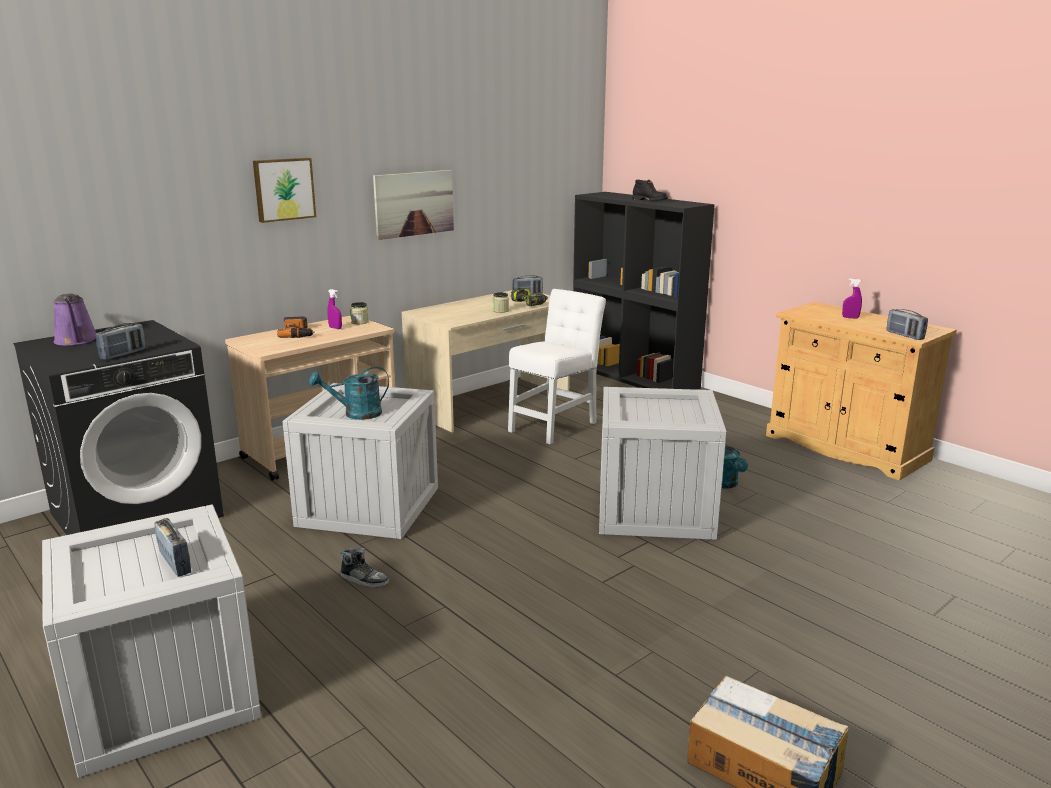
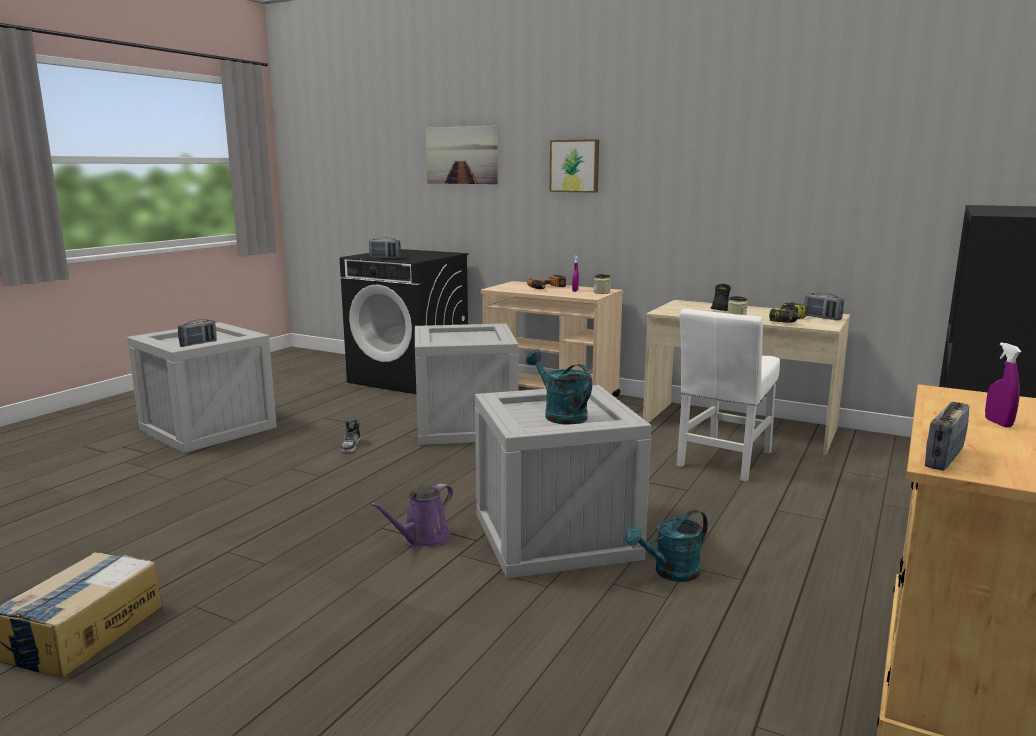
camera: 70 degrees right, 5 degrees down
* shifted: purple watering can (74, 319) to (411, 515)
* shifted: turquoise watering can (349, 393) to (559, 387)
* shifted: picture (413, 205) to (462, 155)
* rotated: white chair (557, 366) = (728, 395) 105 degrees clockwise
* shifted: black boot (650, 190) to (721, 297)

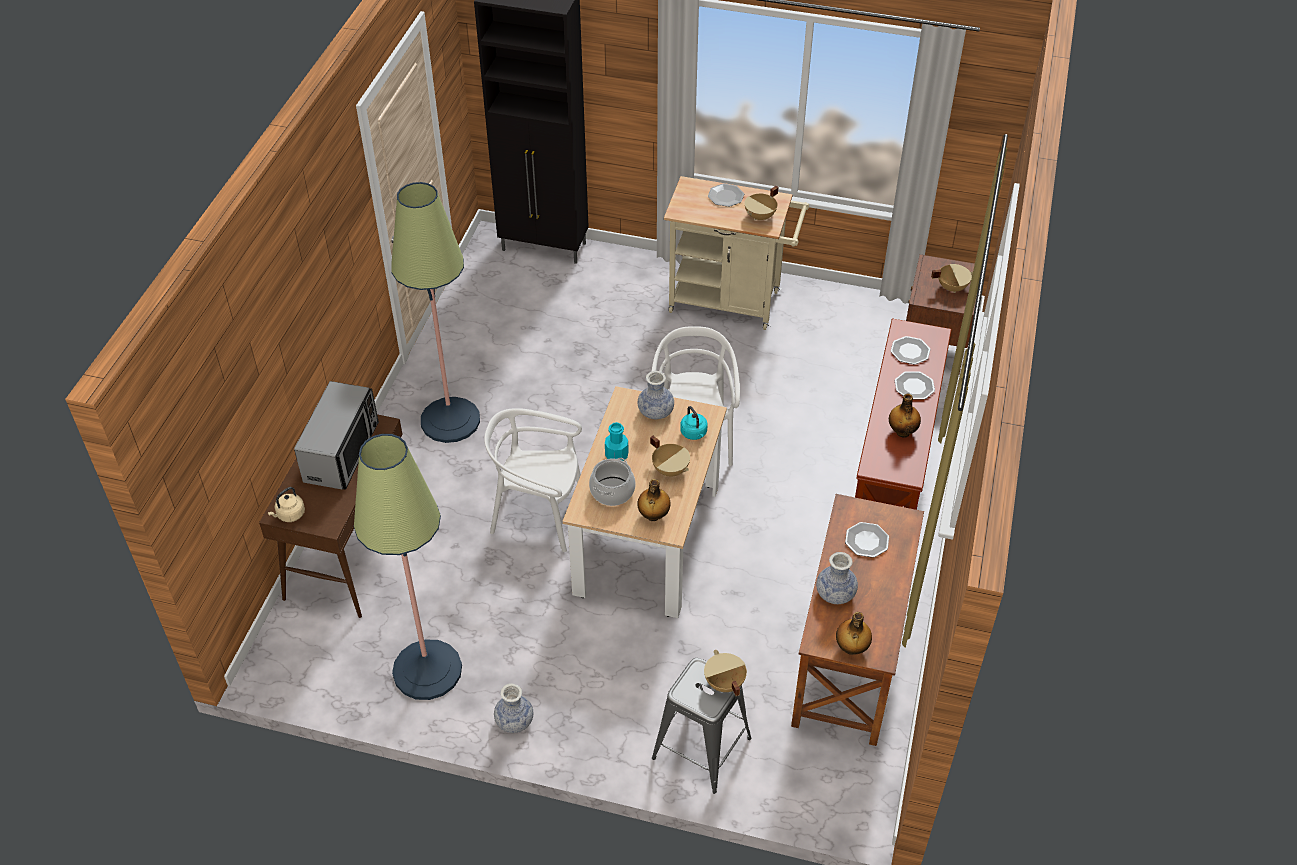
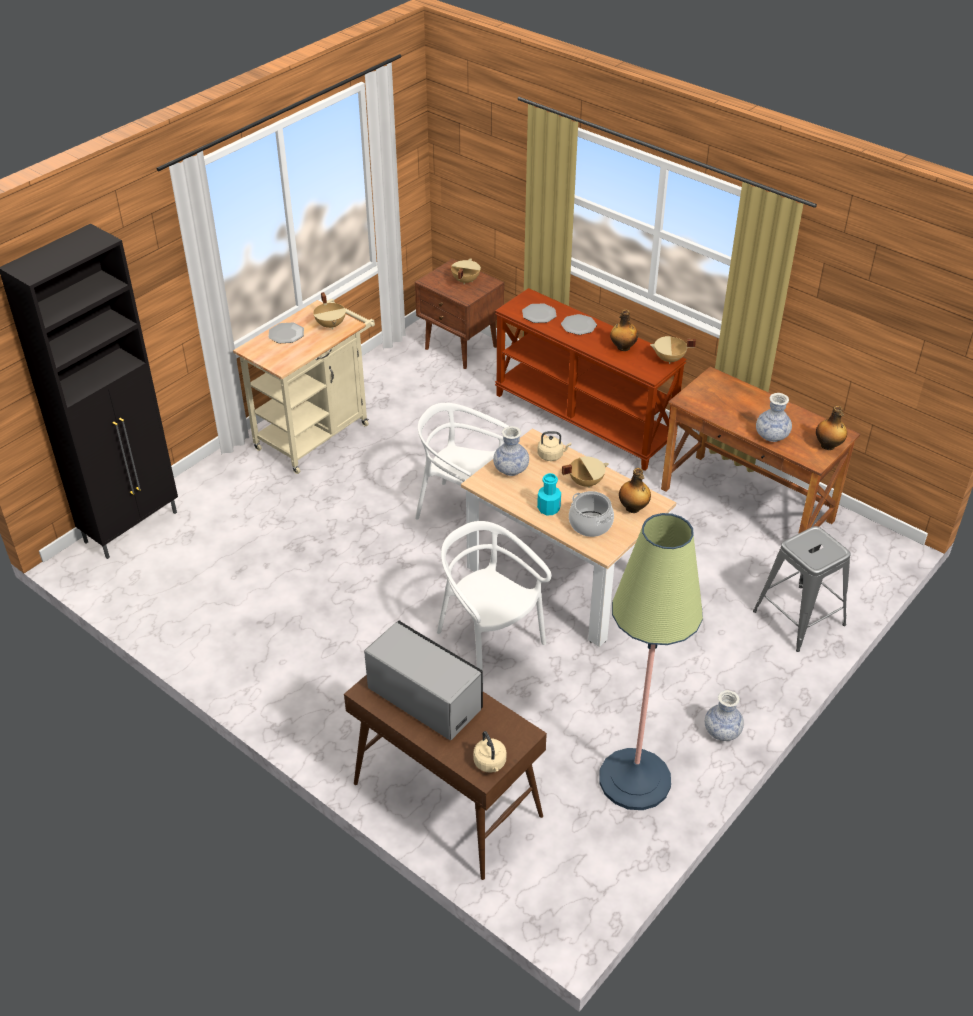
camera: 65 degrees left, 5 degrees down
* gone: floor lamp (435, 312)
* rotated: white chair (533, 480) = (494, 595) 105 degrees clockwise
* repainted: turquoise kettle (693, 423) to beige kettle (554, 446)
* shifted: beige cooking pot (725, 673) to (673, 350)
* gone: plate (867, 539)

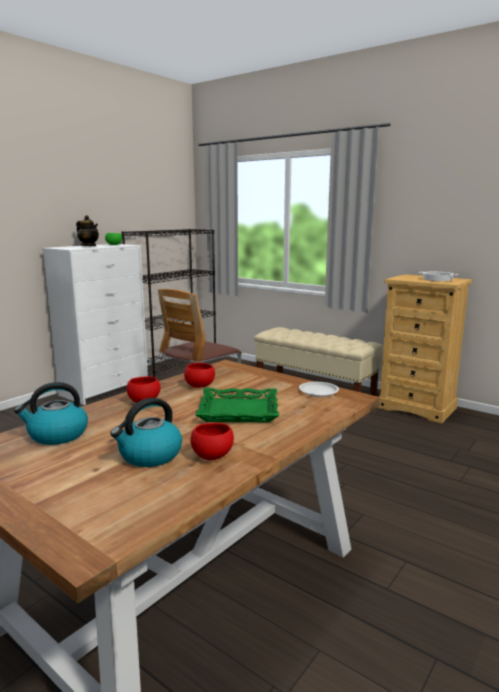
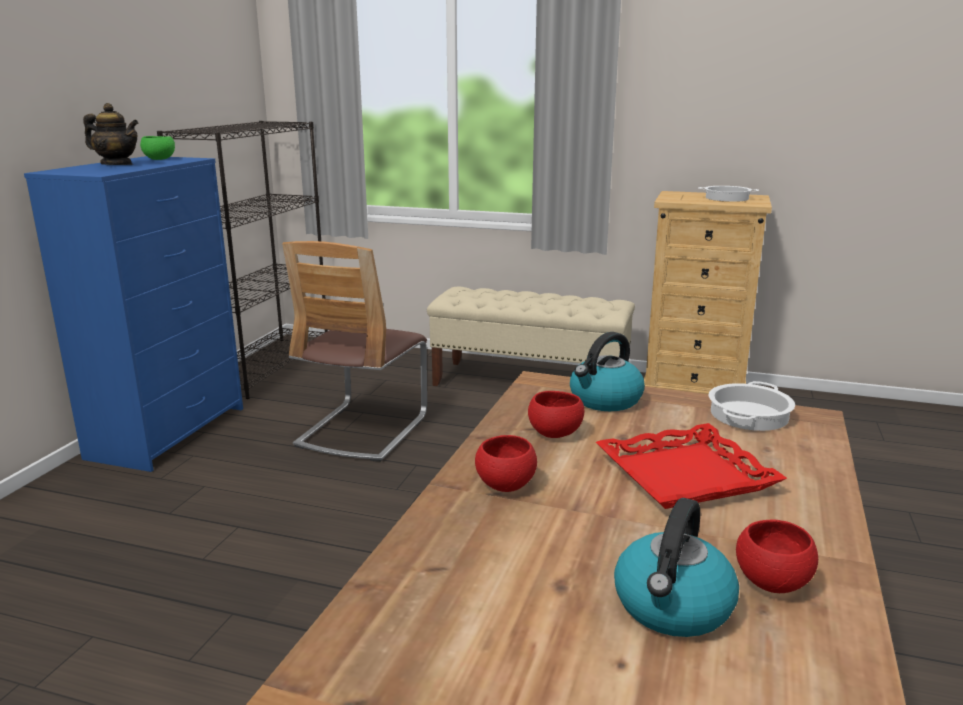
camera: 20 degrees left, 5 degrees up
* shifted: kettle (51, 413) to (607, 371)
* repainted: white dresser (95, 324) to blue dresser (133, 314)
* repainted: green tray (237, 405) to red tray (691, 466)
* swapped: white plate (319, 389) to cooking pot (752, 406)

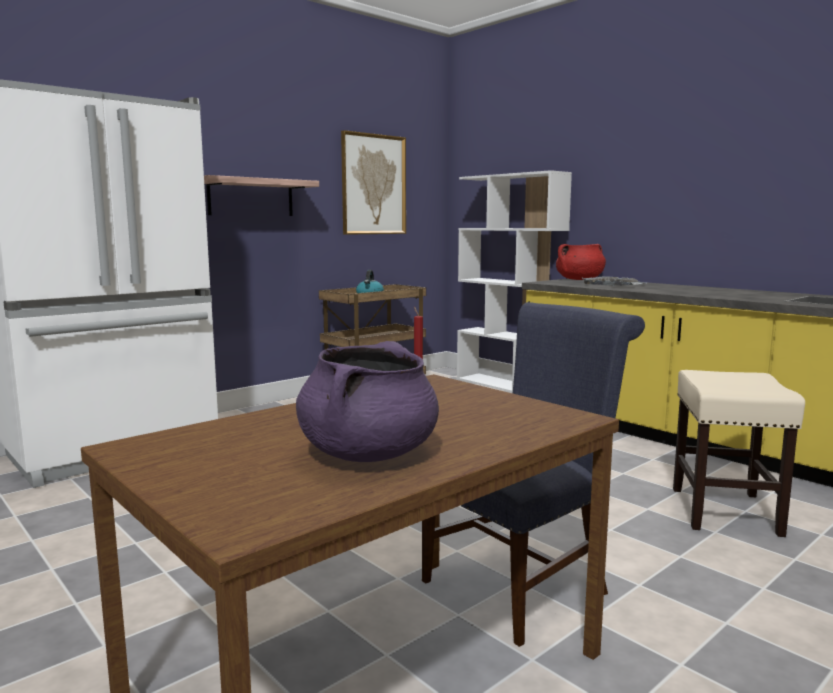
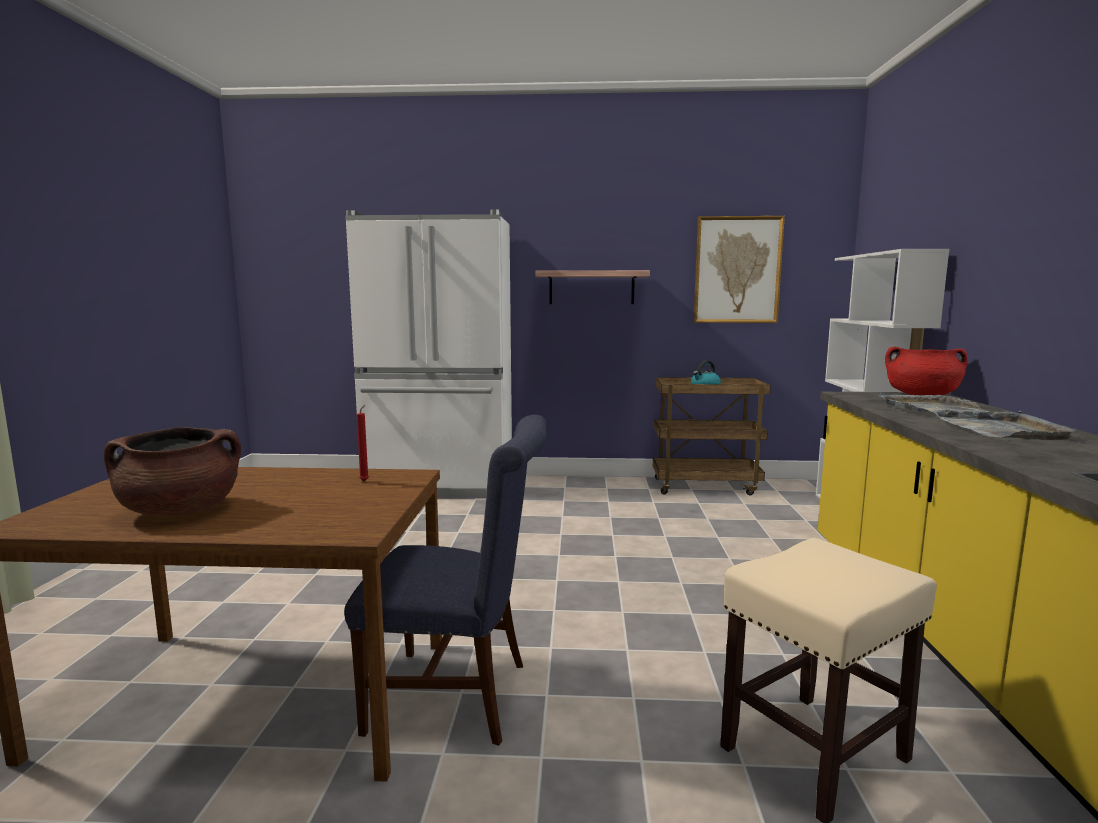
camera: 45 degrees right, 0 degrees up
* repainted: purple cooking pot (367, 401) to brown cooking pot (172, 471)
* new: grey tray (1004, 424)

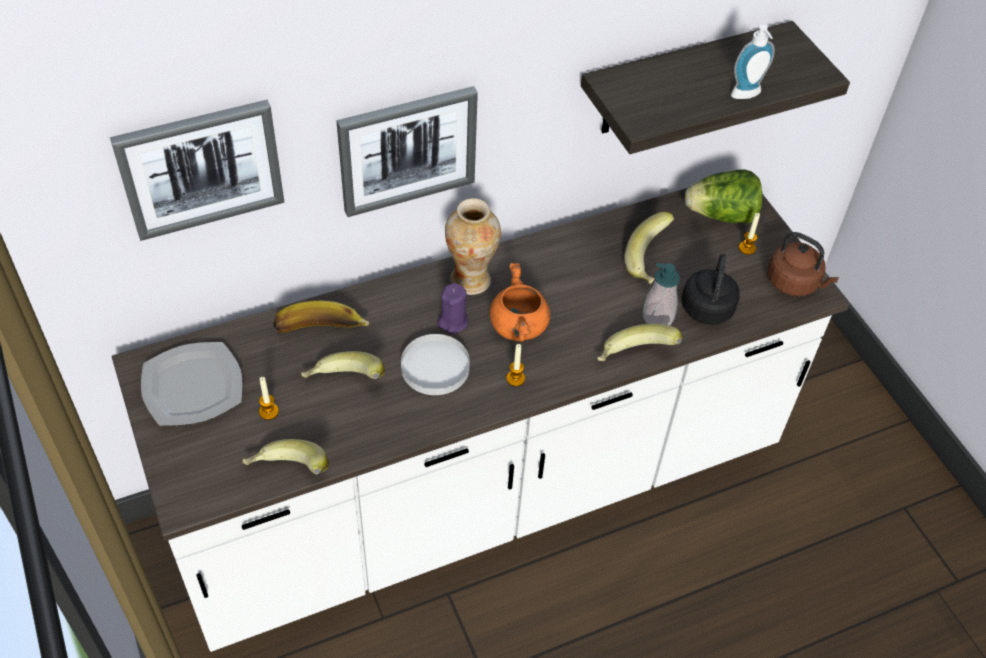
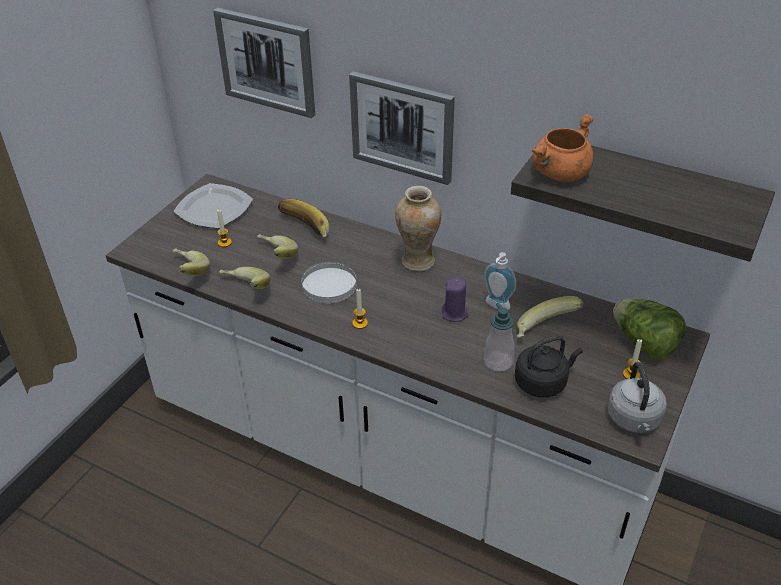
camera: 55 degrees right, 10 degrees down
* shifted: purple candle (452, 308) to (455, 300)
* shifted: orange cooking pot (520, 302) to (563, 148)
* shifted: banana (640, 342) to (245, 278)
* shifted: soap dispenser (753, 61) to (500, 281)
* repainted: brown kettle (803, 264) to grey kettle (637, 397)

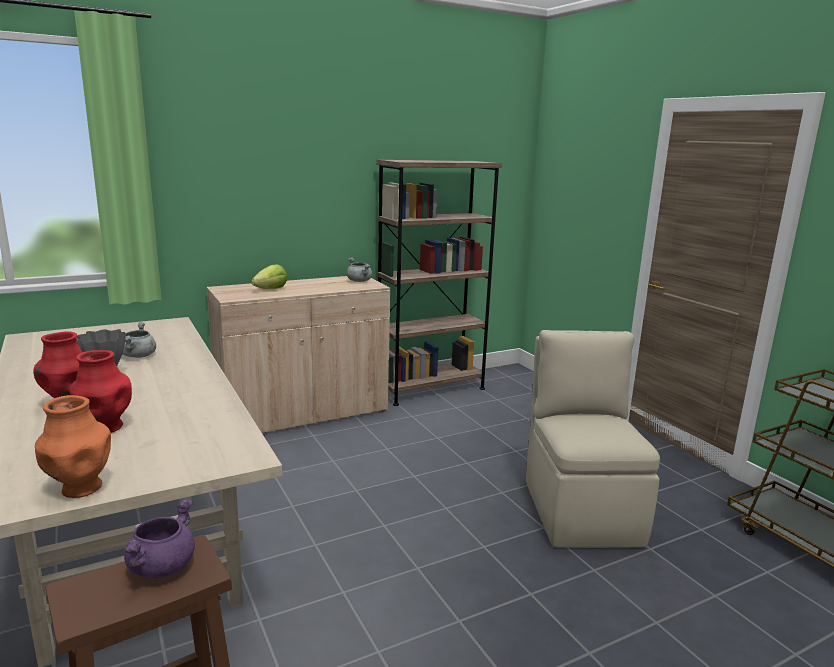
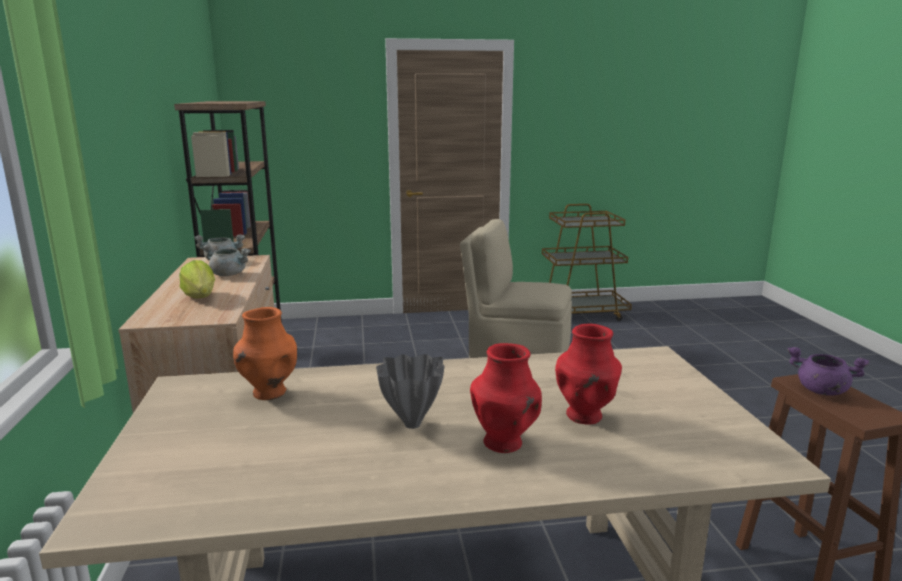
camera: 70 degrees left, 0 degrees up
* shifted: orange vase (73, 446) to (265, 353)
* shifted: grey cooking pot (139, 340) to (226, 260)

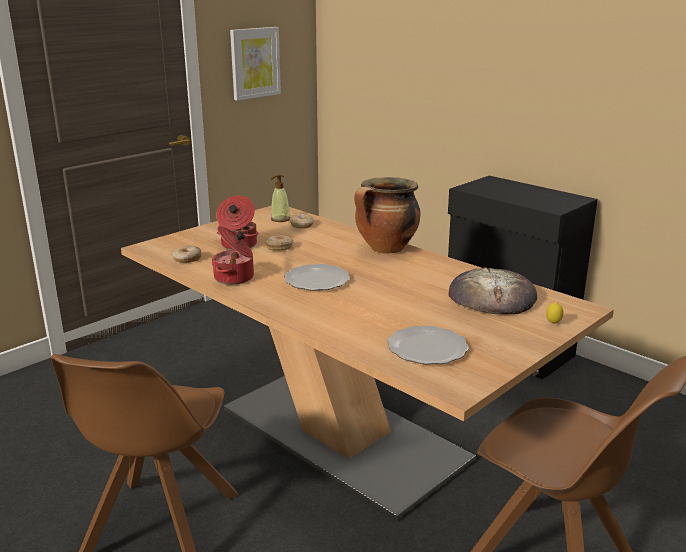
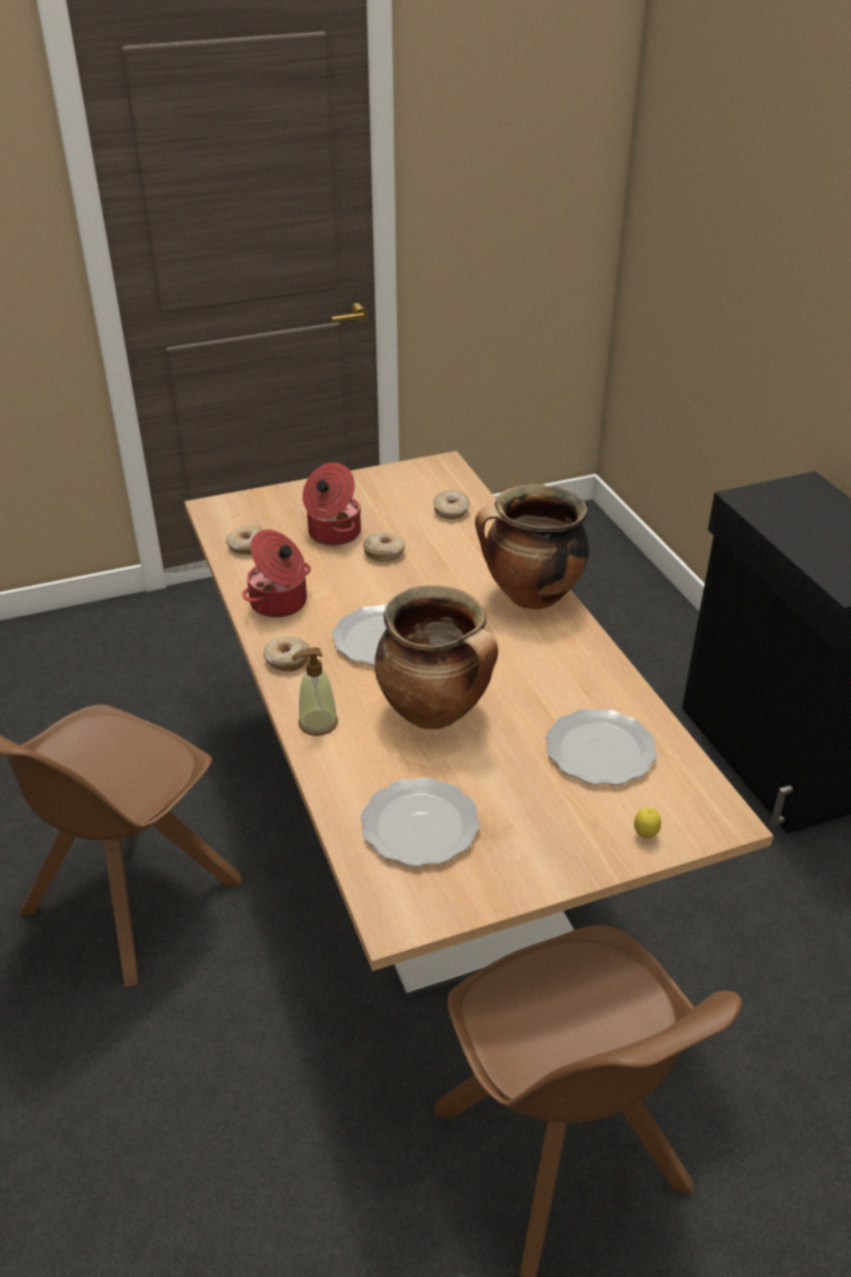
camera: 25 degrees right, 15 degrees up
* gone: picture (255, 63)
* shifted: soap dispenser (280, 198) to (314, 691)
* swapped: bread (492, 290) to plate (601, 747)
* new: donut (286, 654)
* new: cooking pot (436, 657)

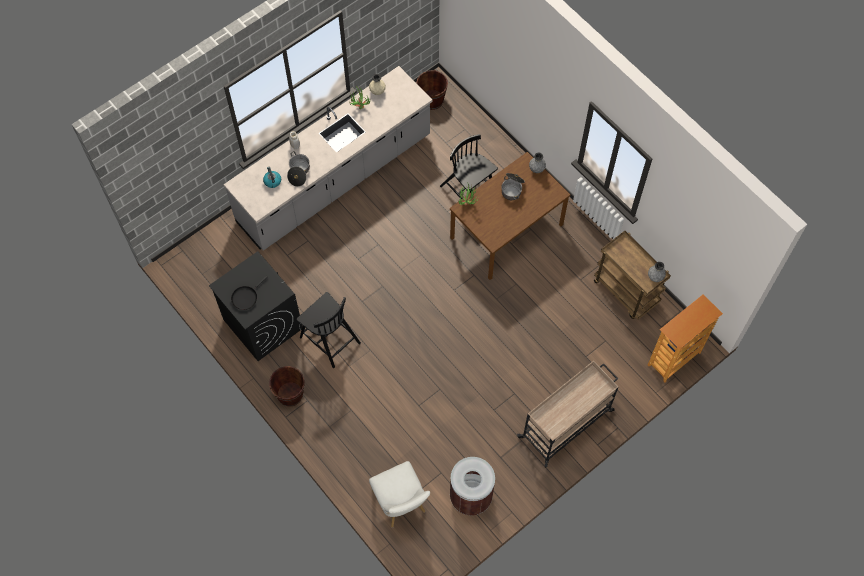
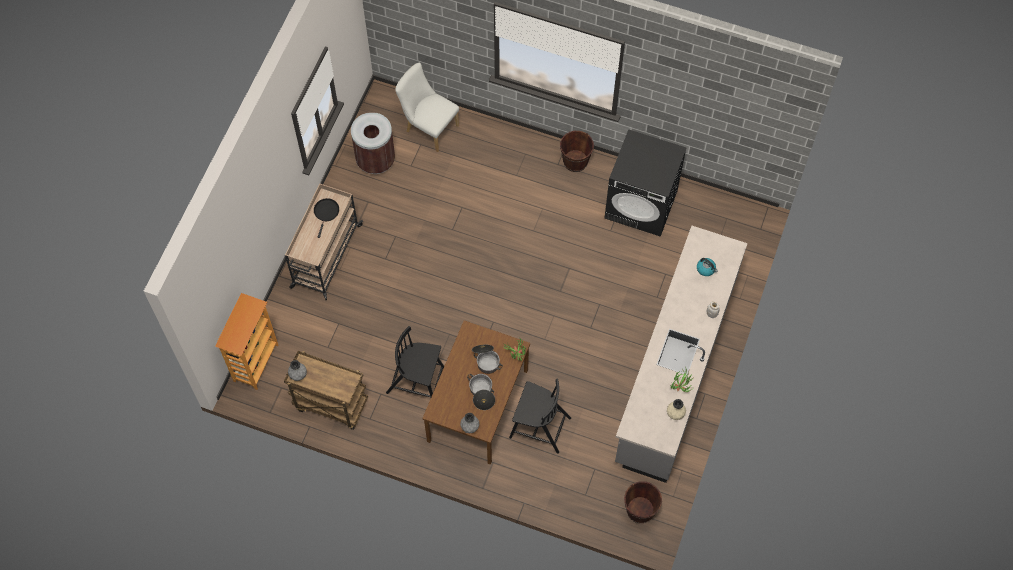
camera: 150 degrees right, 0 degrees up
* shifted: black frying pan (249, 293) to (326, 218)
* shifted: cooking pot (298, 169) to (487, 359)
* shifted: black chair (328, 330) to (415, 361)

